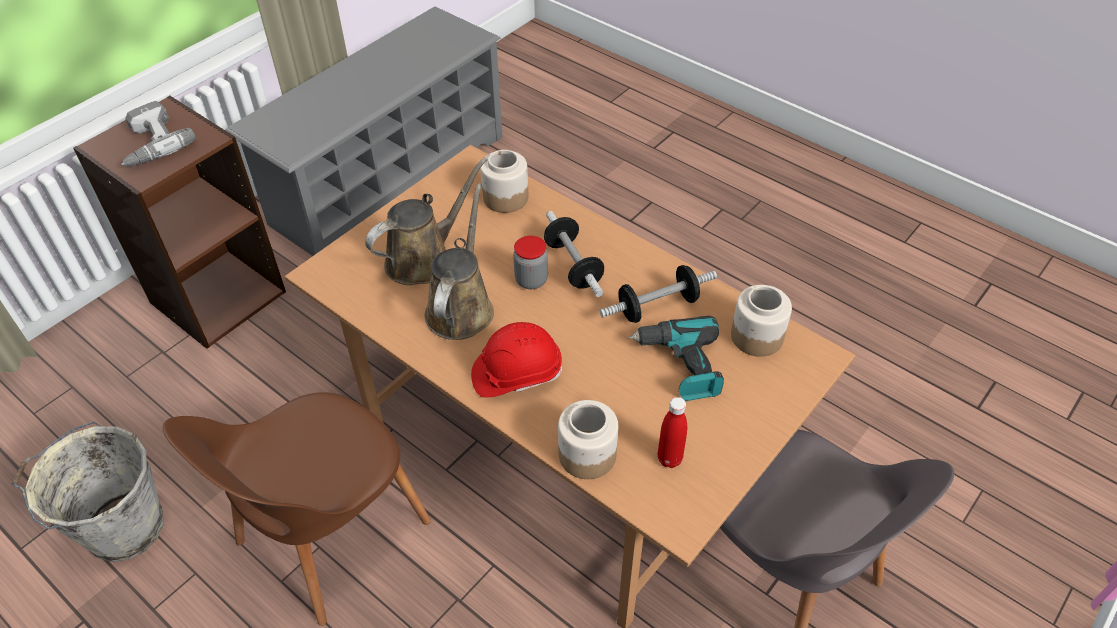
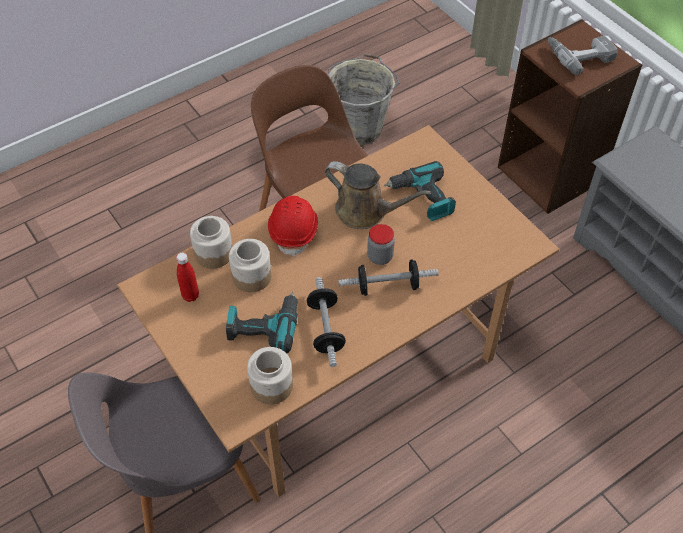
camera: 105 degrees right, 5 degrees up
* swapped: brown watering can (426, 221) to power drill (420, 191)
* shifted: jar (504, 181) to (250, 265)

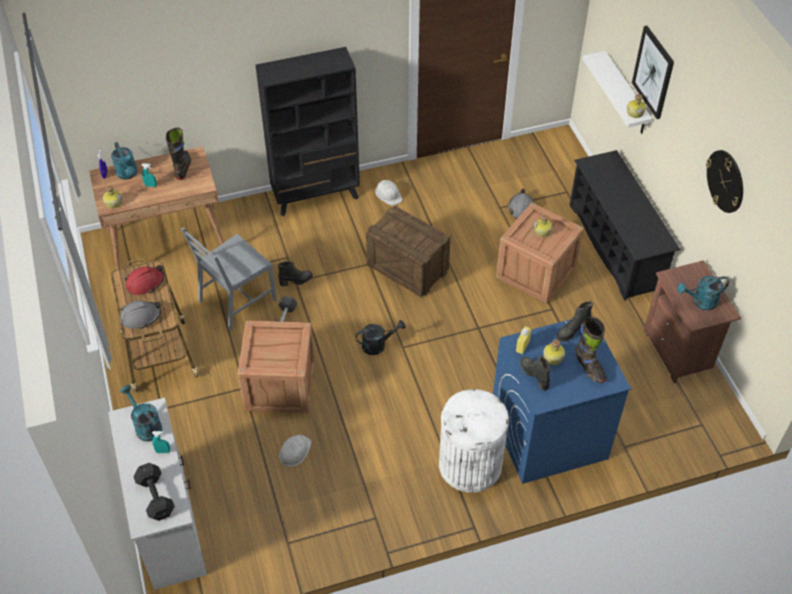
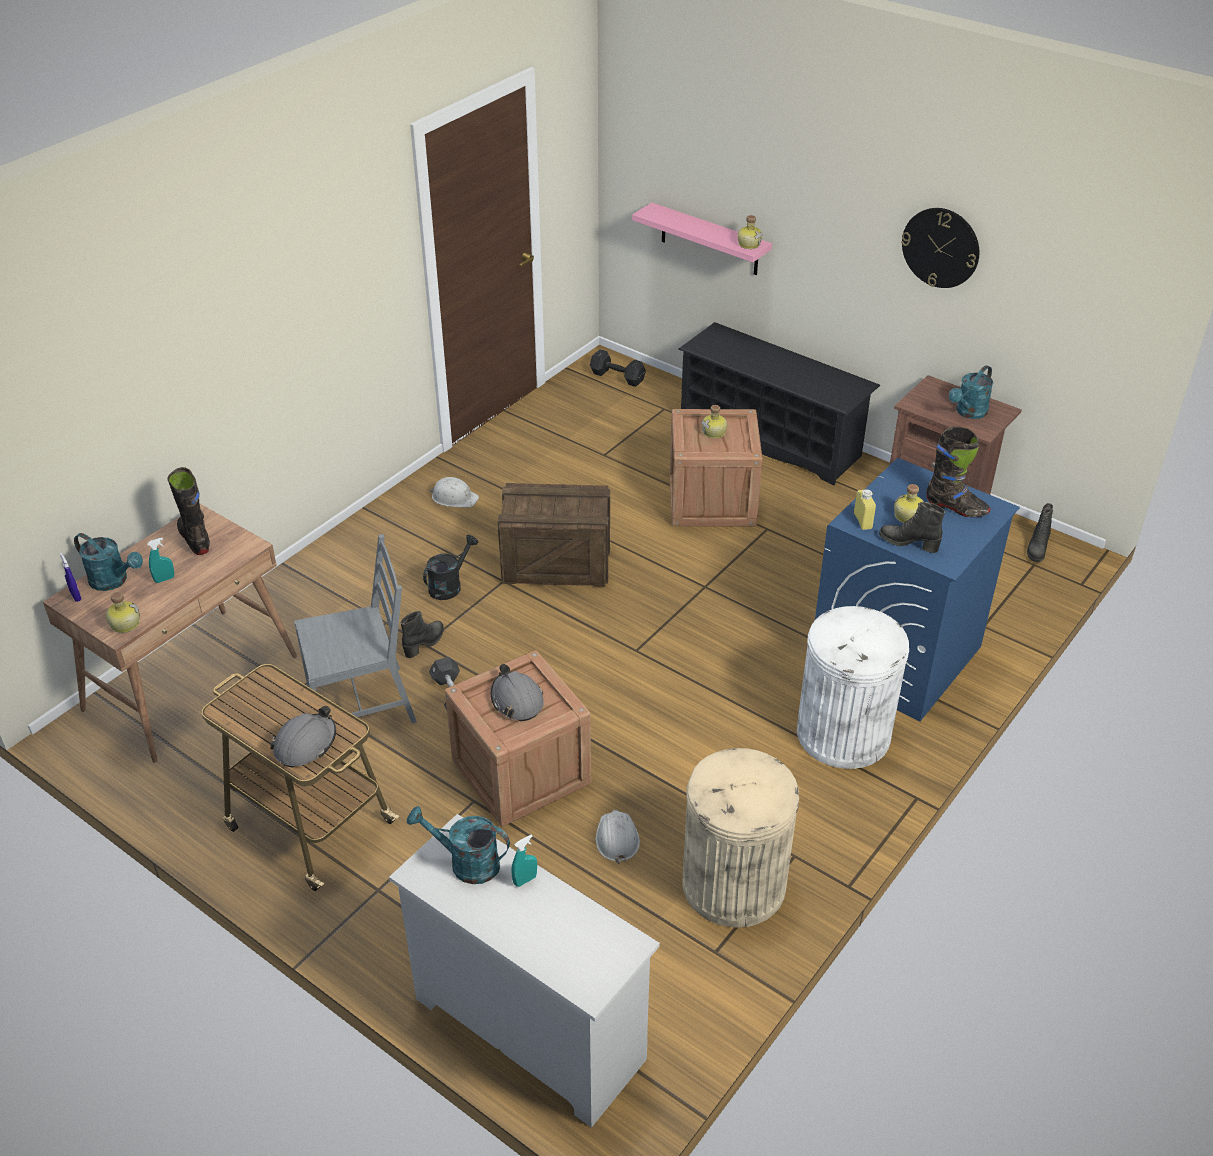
camera: 35 degrees left, 10 degrees down
* gone: red hard hat (144, 280)
* shifted: black dumbbell (154, 492) to (618, 368)
* rotated: grey chair (229, 278) = (355, 628) 120 degrees counterclockwise
* gone: black bookcase (308, 131)
* shifted: black watering can (380, 337) to (450, 567)
* shifted: grey hard hat (521, 203) to (517, 692)
* shifted: black boot (574, 321) to (1040, 532)
* repainted: white shelf (617, 92) to pink shelf (702, 239)
* gone: picture (653, 72)
* new: beige trash can (740, 838)

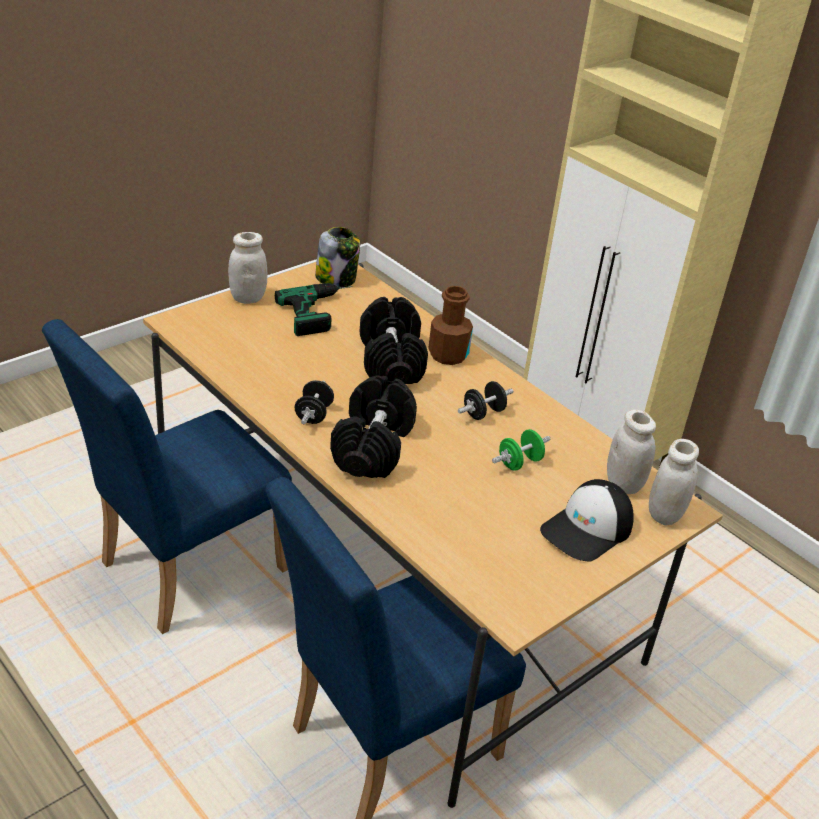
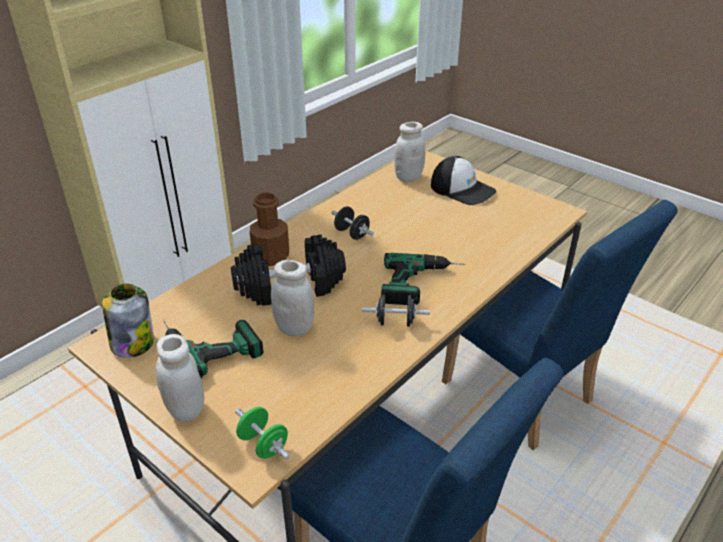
camera: 95 degrees left, 0 degrees up
* swapped: black dumbbell (373, 426) to power drill (423, 279)
* shifted: green dumbbell (521, 450) to (262, 433)
* shifted: white jar (674, 482) to (292, 298)

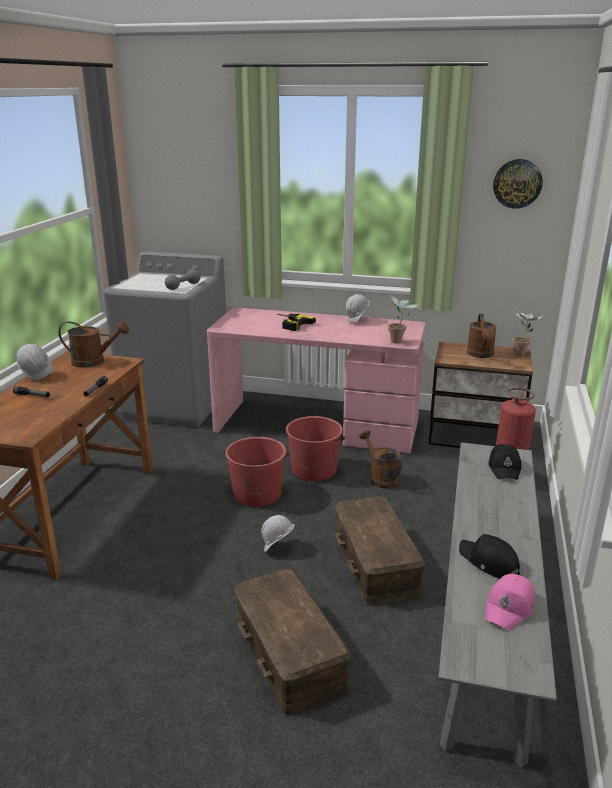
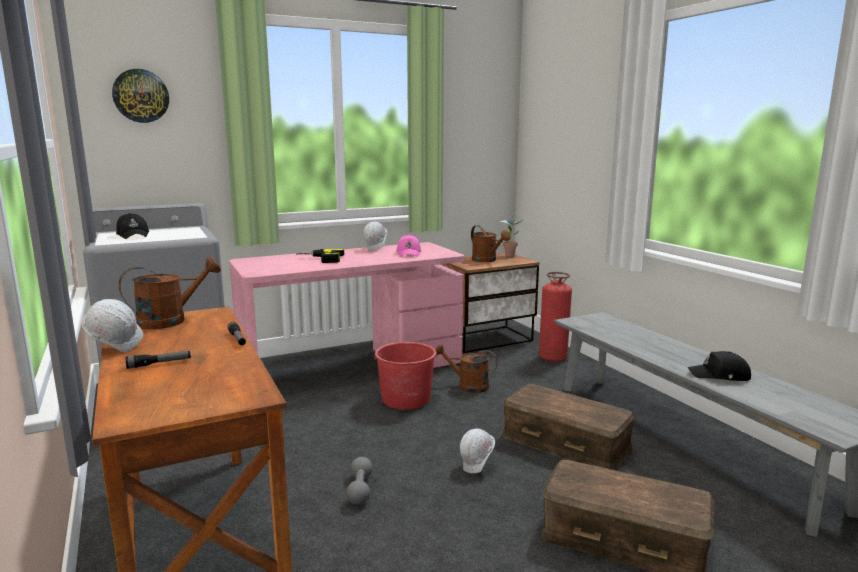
camera: 40 degrees left, 10 degrees down
* shifted: grey dumbbell (183, 279) to (359, 481)
* gone: red bucket (256, 472)
* gone: potted plant (403, 319)
* shifted: pink cap (510, 602) to (408, 246)
* shifted: black cap (505, 462) to (132, 226)
* shifted: wall clock (518, 184) to (140, 96)

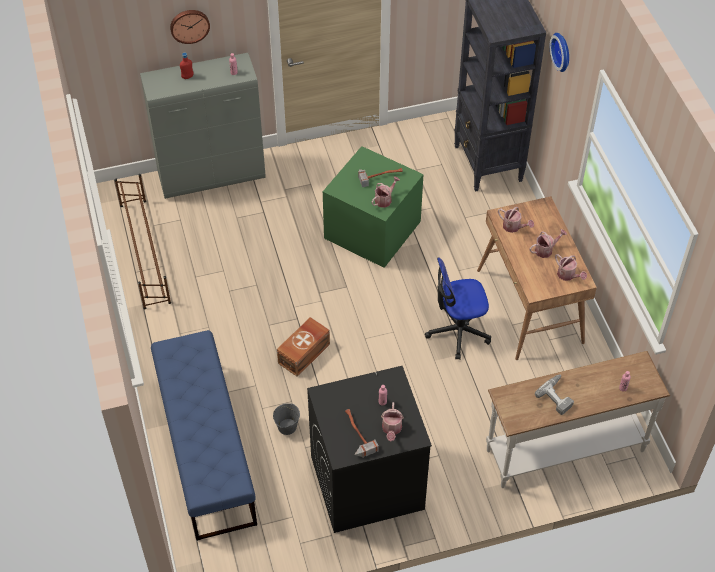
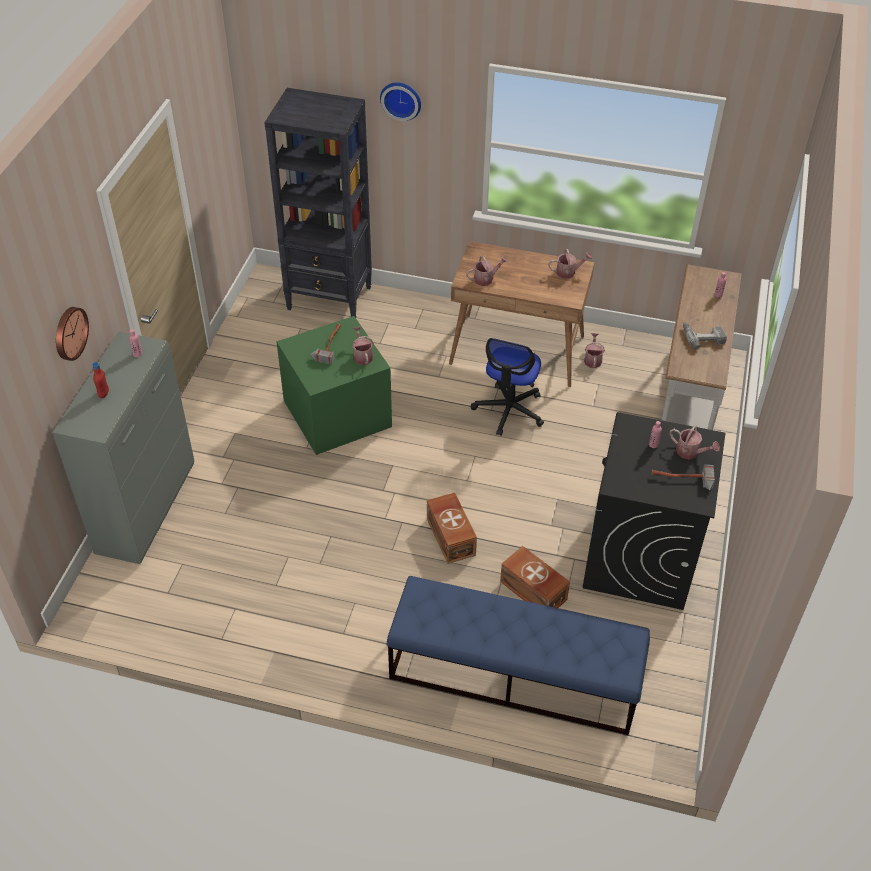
camera: 60 degrees left, 5 degrees down
* gone: brown shoe rack (142, 242)
* swapped: grey bucket (286, 419) to brown storage box (535, 577)
* shifted: watering can (548, 243) to (594, 350)

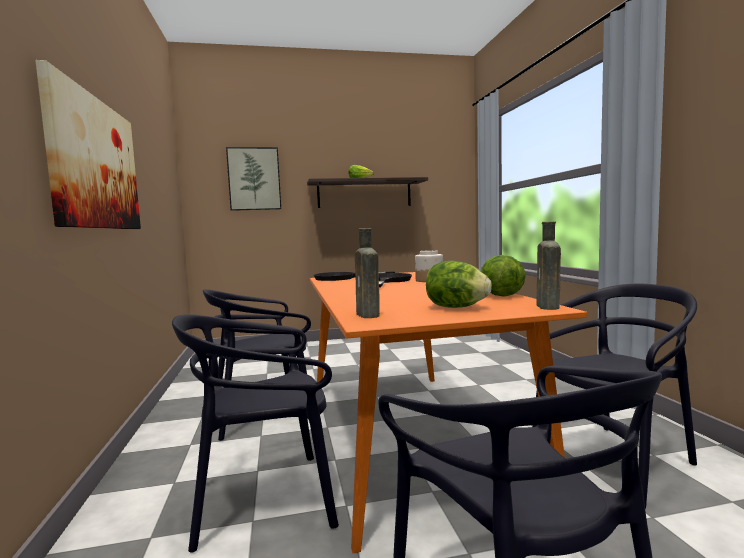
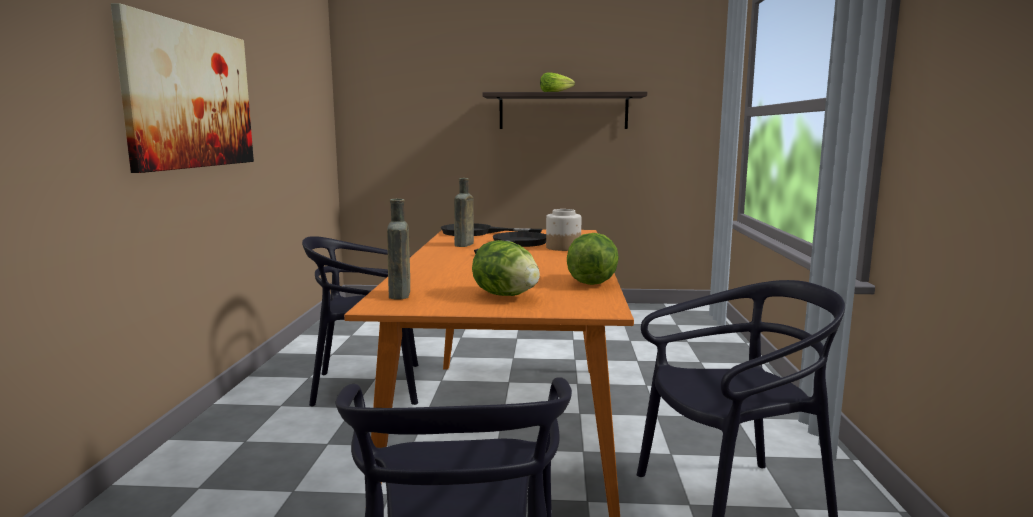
camera: 15 degrees right, 5 degrees up
* gone: black chair (255, 433)
* gone: picture (253, 179)
* shifted: brown bottle (548, 265) to (464, 212)

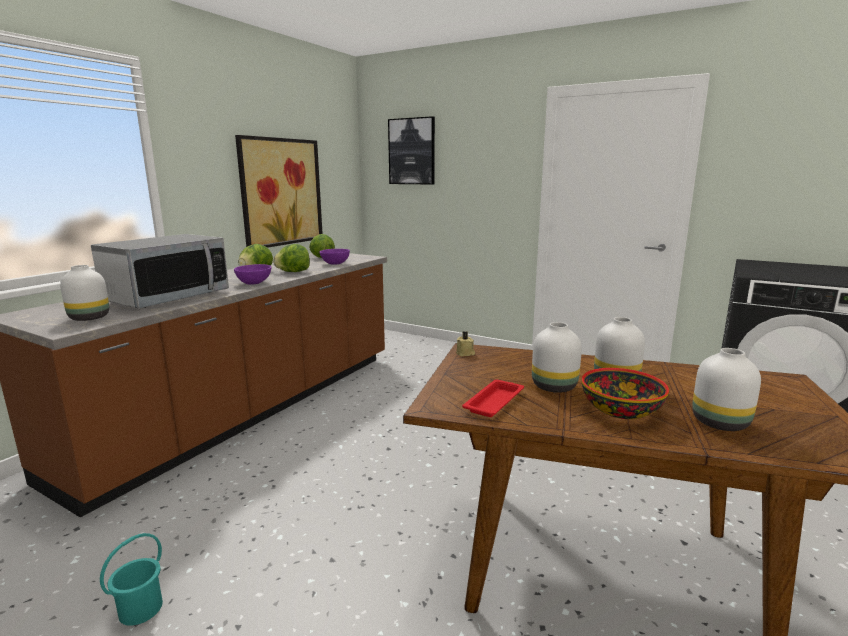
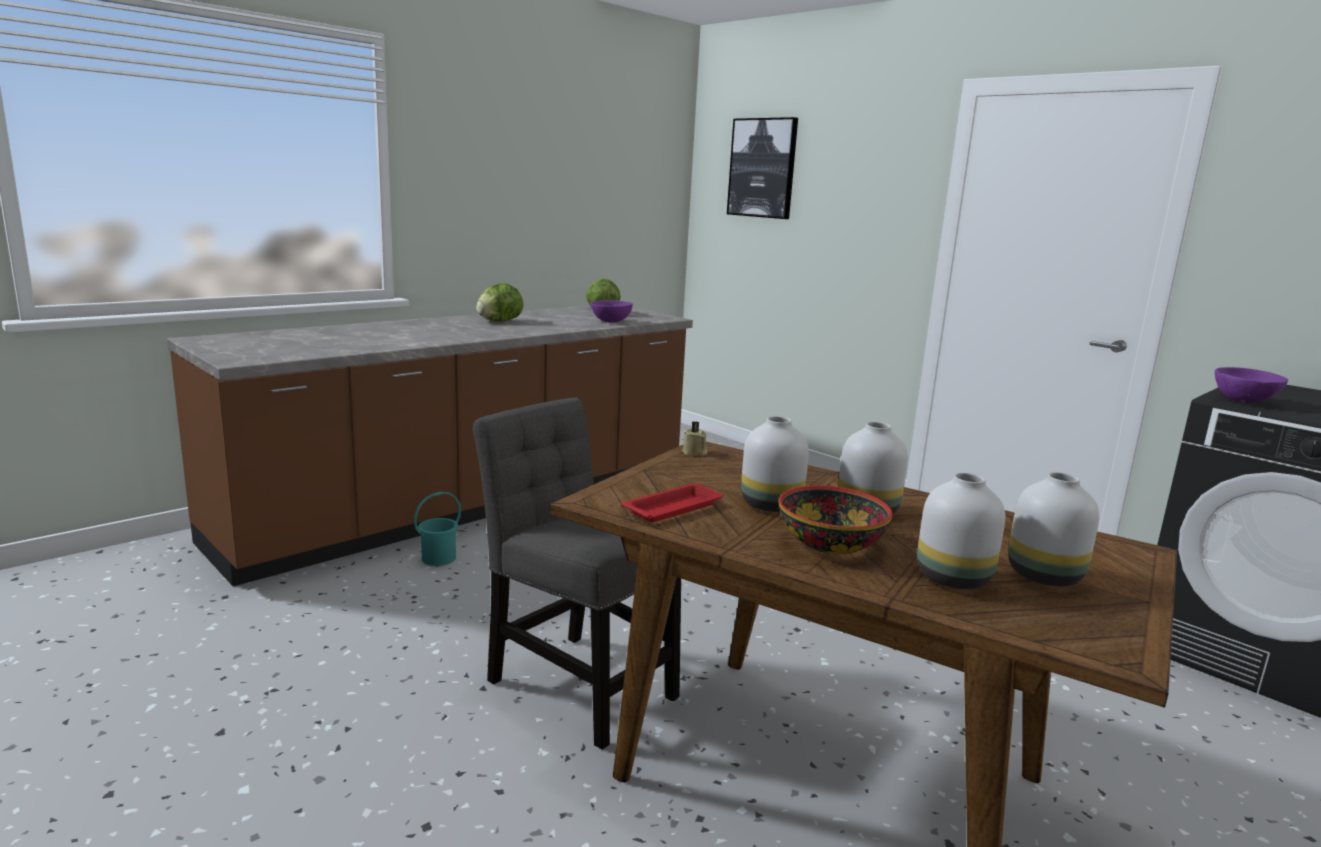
camera: 15 degrees right, 0 degrees up
* shifted: white vase (84, 293) to (1053, 529)
* gone: microwave (160, 271)
* shifted: turquoise bucket (131, 579) to (437, 529)
* shifted: purple bowl (252, 274) to (1251, 385)
* gone: picture (279, 191)
* gone: lettuce (291, 258)
* new: grey chair (577, 573)

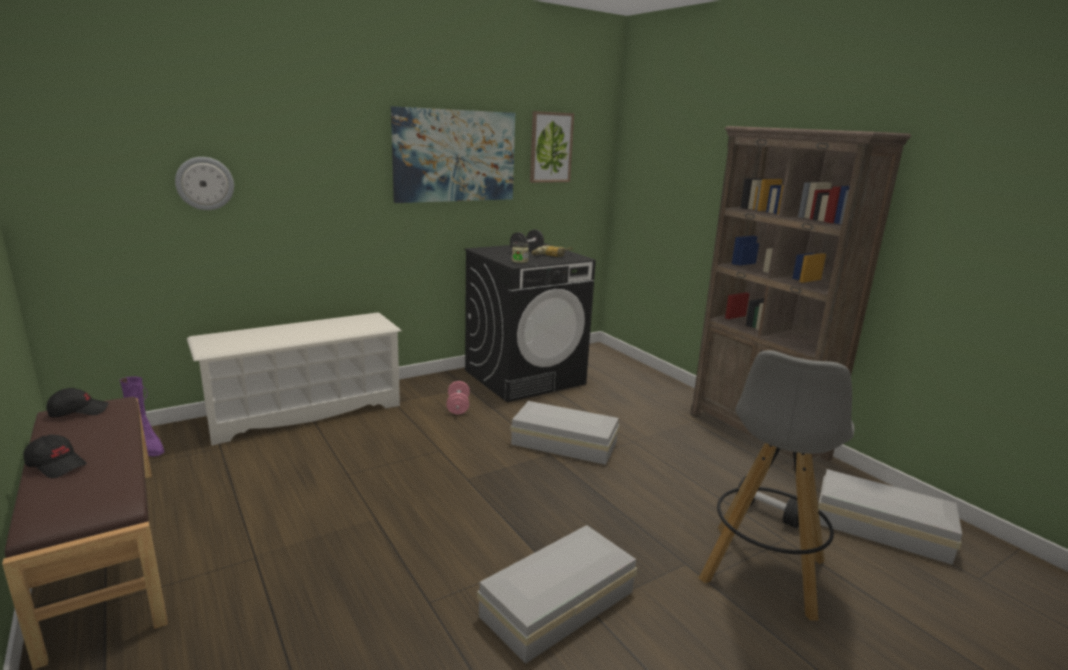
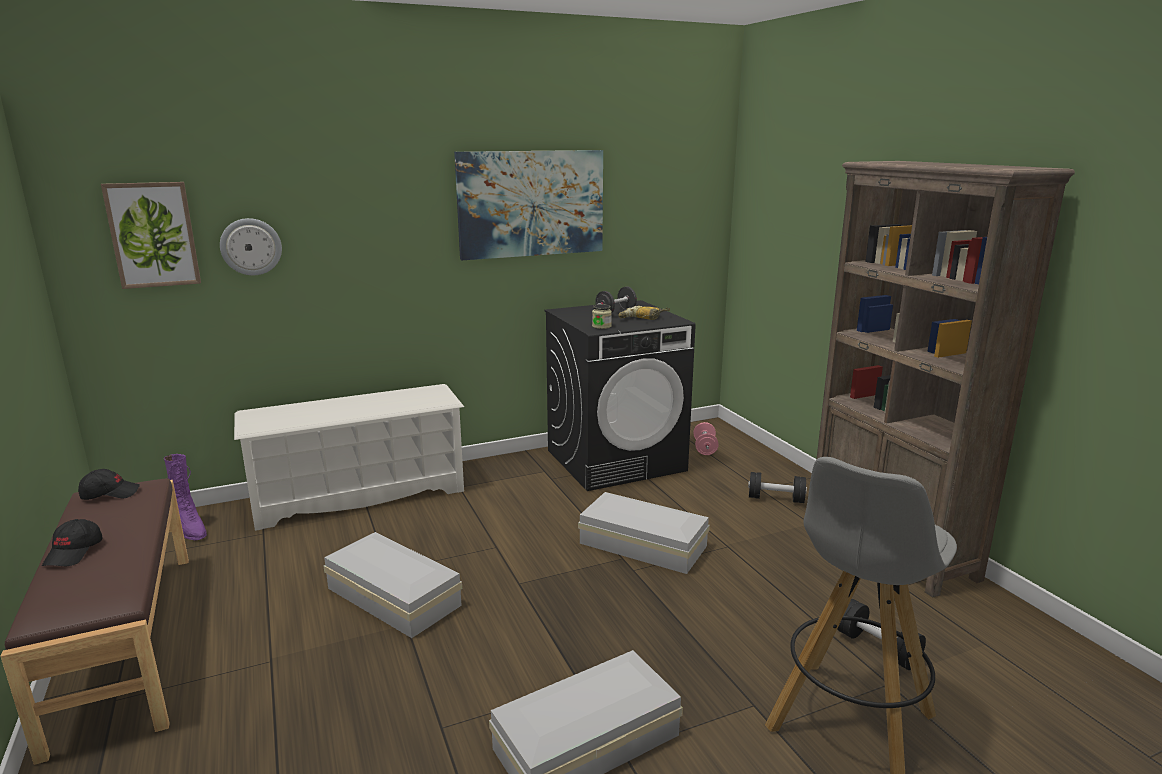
camera: 10 degrees right, 0 degrees up
* rotated: black cap (55, 456) = (72, 542) 60 degrees clockwise
* shifted: pink dumbbell (458, 397) to (706, 438)
* shifted: picture (552, 147) to (151, 235)
* shifted: white storage box (890, 517) to (393, 585)
* new: black dumbbell (777, 487)

